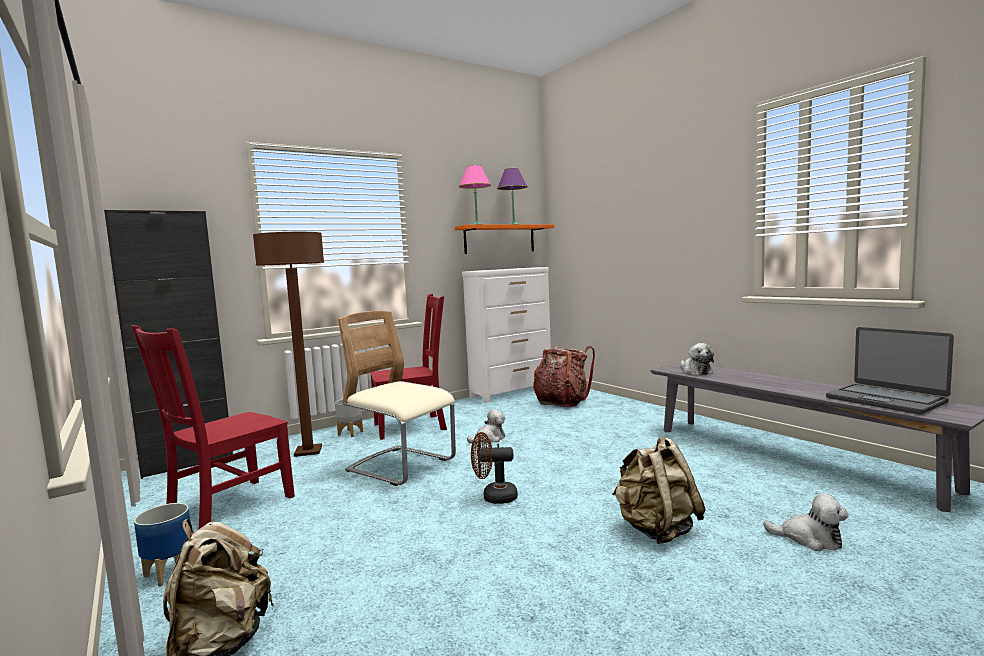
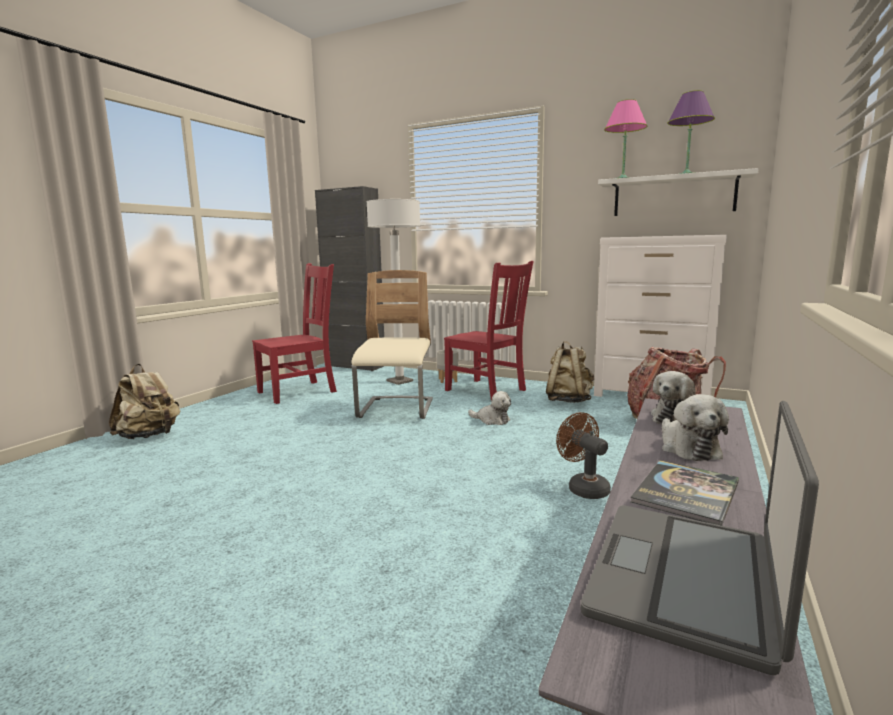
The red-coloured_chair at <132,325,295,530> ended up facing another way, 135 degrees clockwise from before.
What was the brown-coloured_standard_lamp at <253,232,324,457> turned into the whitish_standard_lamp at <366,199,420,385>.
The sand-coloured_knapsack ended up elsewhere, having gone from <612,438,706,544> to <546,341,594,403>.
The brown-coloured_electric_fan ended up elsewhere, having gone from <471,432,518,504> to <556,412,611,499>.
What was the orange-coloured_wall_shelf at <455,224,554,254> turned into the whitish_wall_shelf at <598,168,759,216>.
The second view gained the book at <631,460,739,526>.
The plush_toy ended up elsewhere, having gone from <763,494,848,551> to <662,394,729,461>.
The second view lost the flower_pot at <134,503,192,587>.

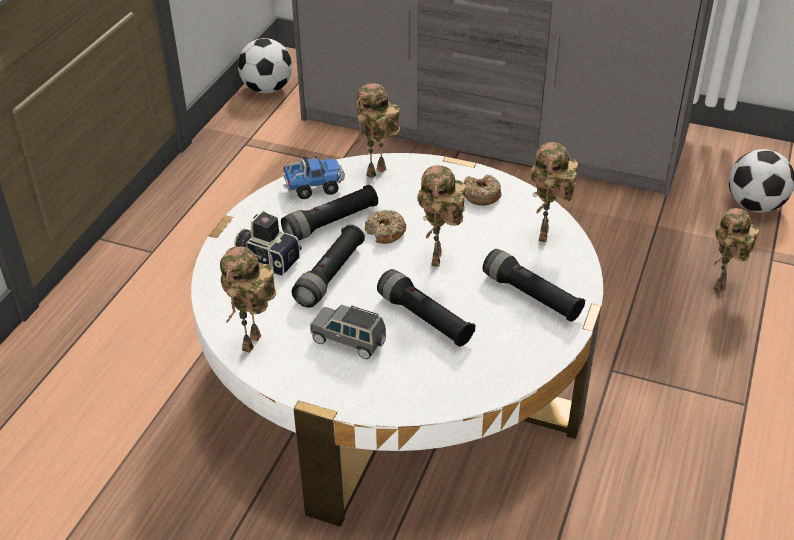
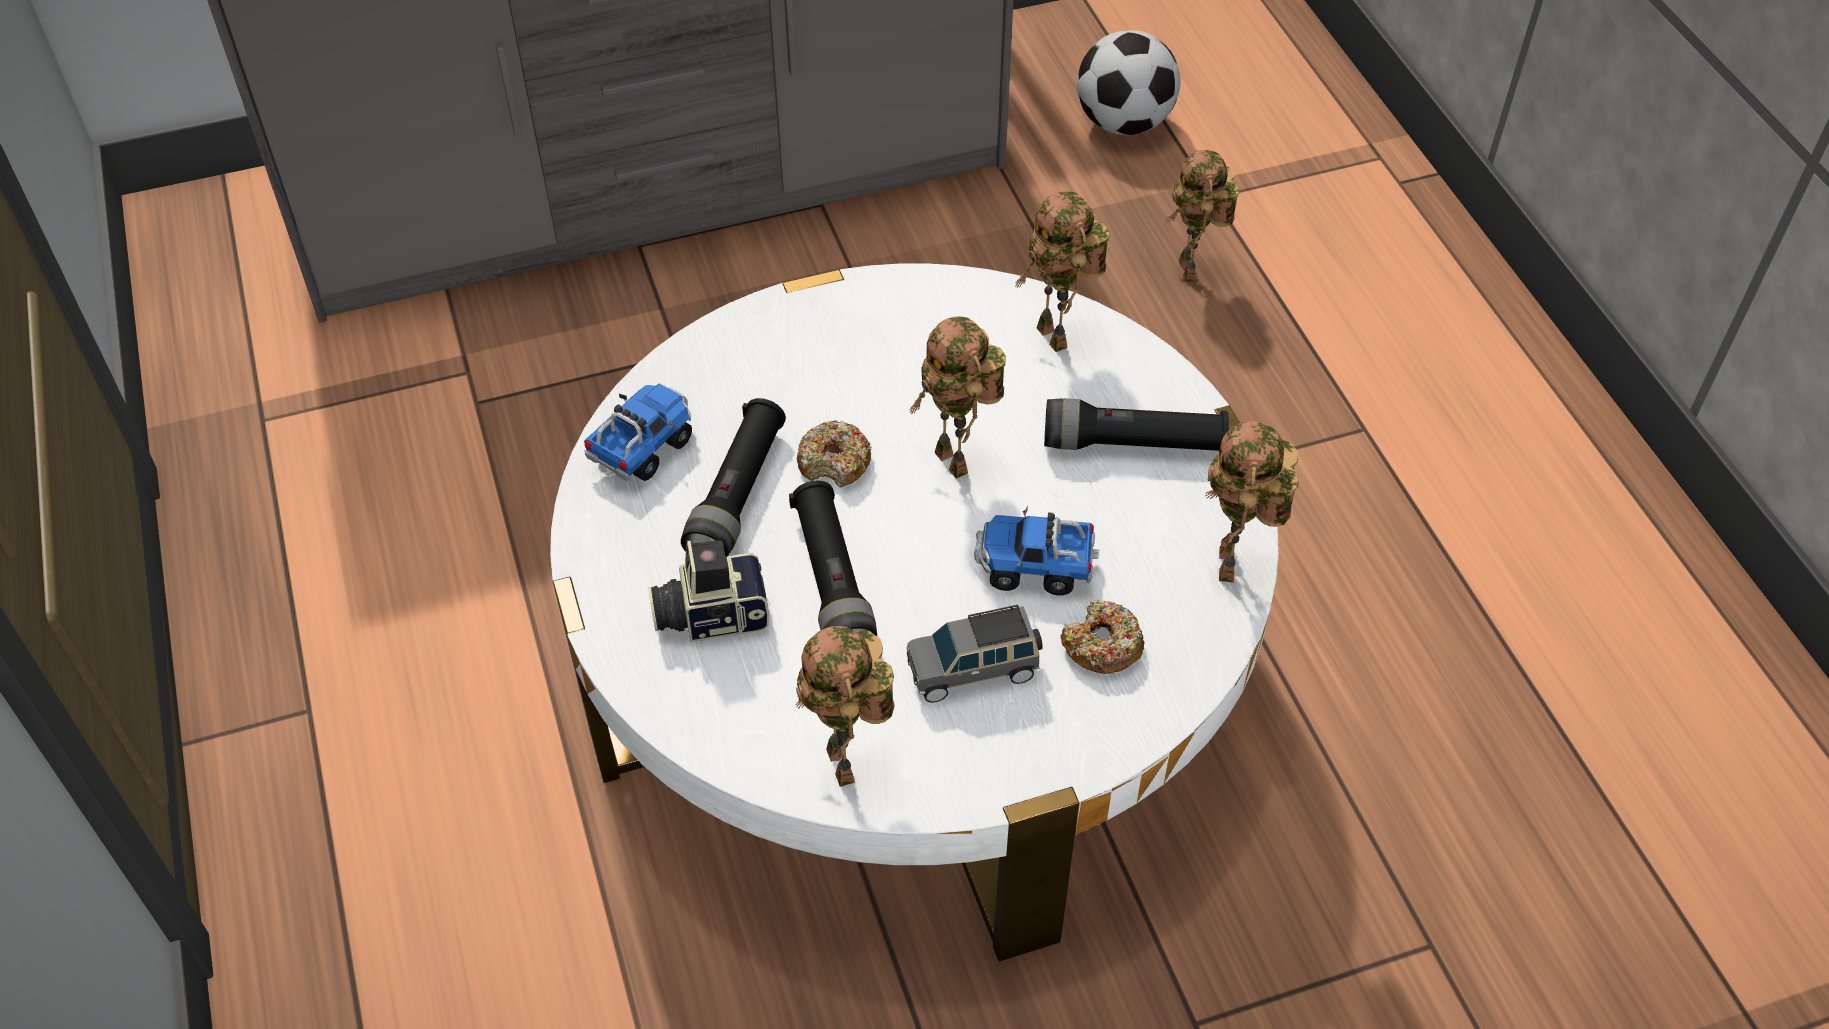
Where the black-coloured_hand_torch stood at <377,269,475,347>, the toy_truck came to stand at <974,505,1100,596>.
The donut ended up elsewhere, having gone from <464,175,501,206> to <1061,599,1145,674>.
The toy_robot ended up elsewhere, having gone from <354,83,400,178> to <1205,421,1299,582>.
The second view lost the football at <238,38,292,93>.

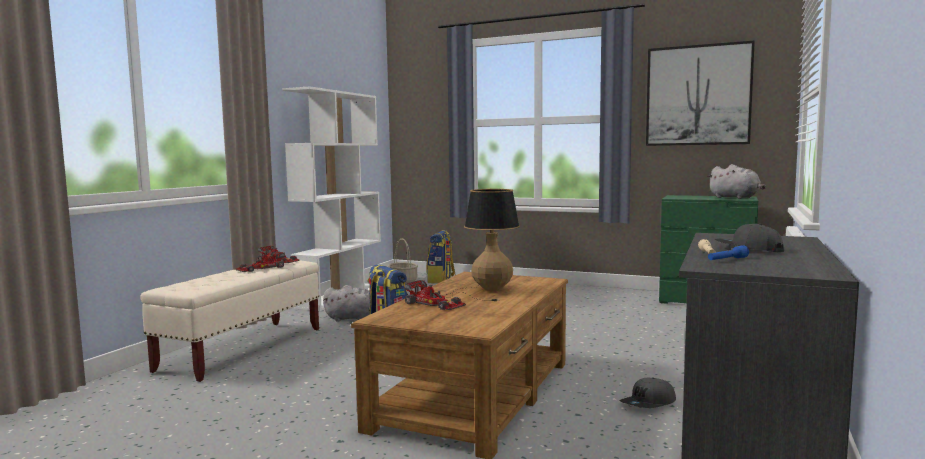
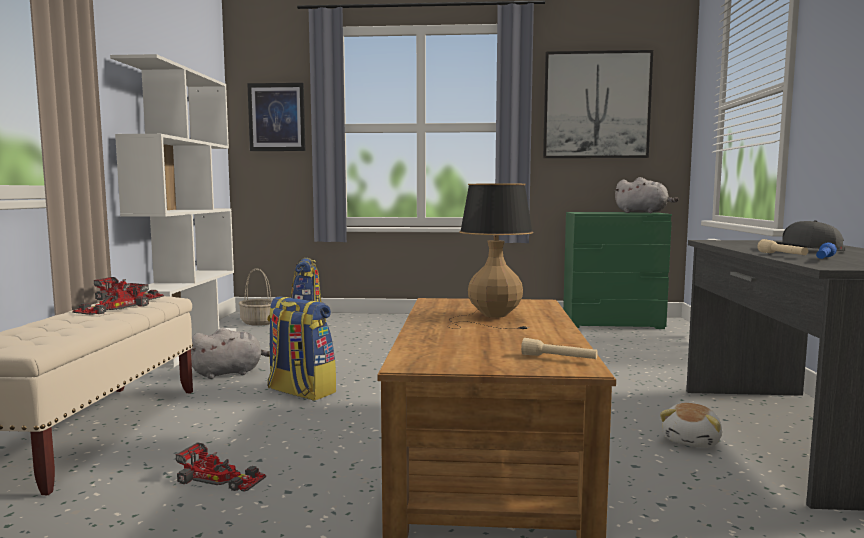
The model_car ended up elsewhere, having gone from <405,280,466,310> to <176,442,266,492>.
The second view gained the picture at <247,83,306,151>.
The second view gained the sand-coloured_hand_torch at <521,338,598,359>.
Where the gray_cap stood at <620,377,676,408>, the plush_toy came to stand at <660,403,722,448>.

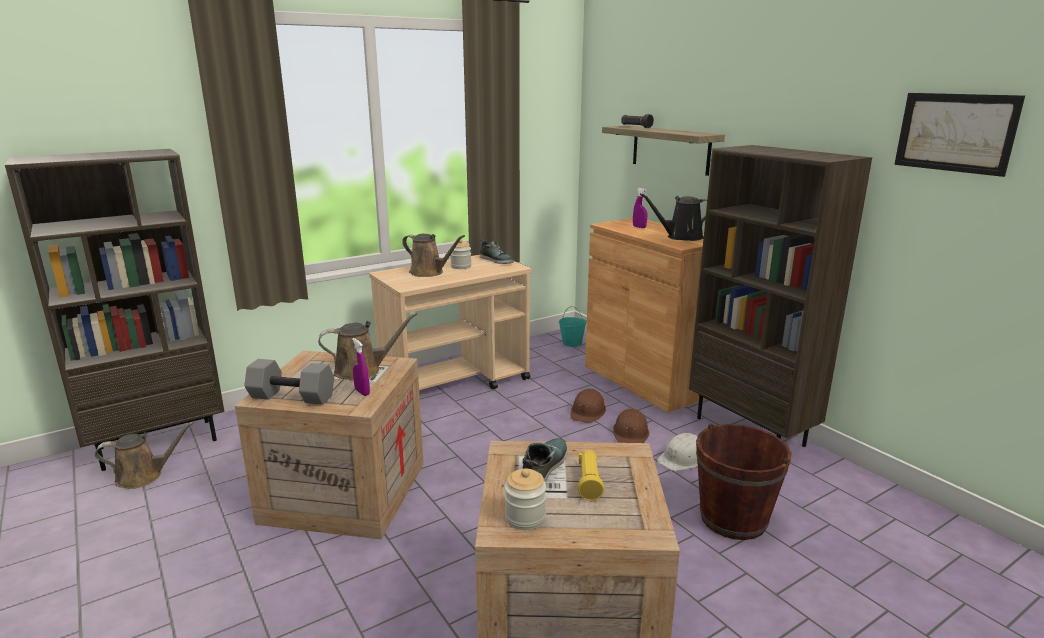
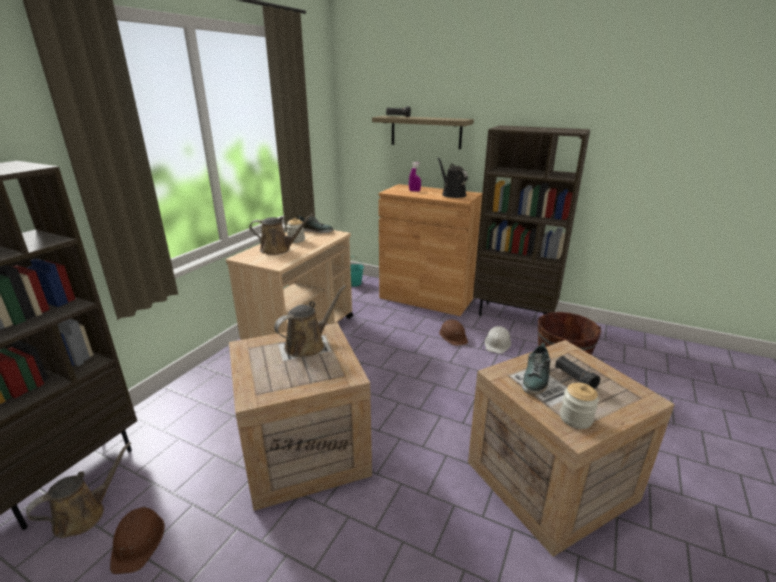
The brown-coloured_safety_helmet ended up elsewhere, having gone from <571,389,606,423> to <110,507,165,574>.
The black-coloured_watering_can at <640,193,707,241> ended up facing another way, 105 degrees clockwise from before.
The item_of_footwear at <523,438,568,482> ended up facing another way, 150 degrees counterclockwise from before.
What was the yellowish_hand_torch at <578,450,604,501> turned into the black-coloured_hand_torch at <555,356,600,389>.
The second view lost the gray_free_weight at <244,359,334,405>.
The second view lost the purple_spray_bottle at <352,338,370,396>.
The second view lost the picture at <894,93,1025,177>.

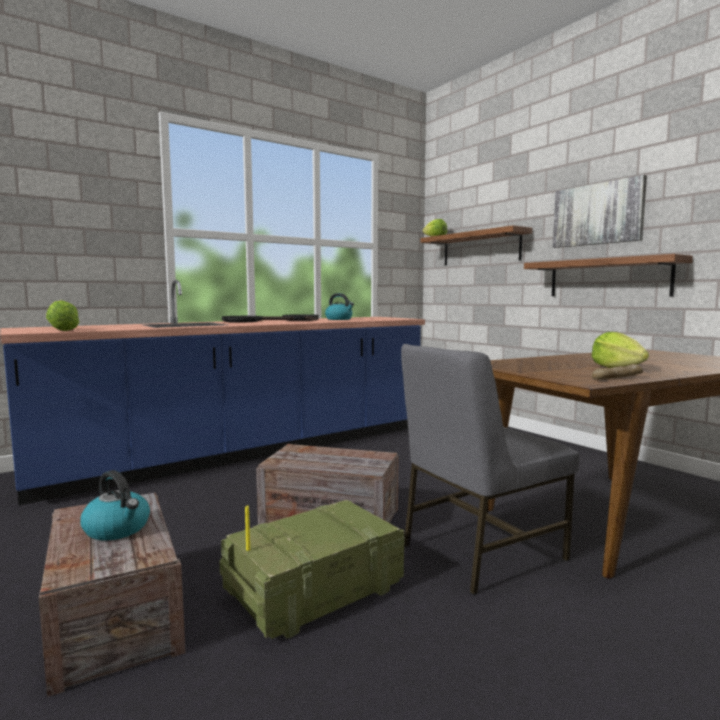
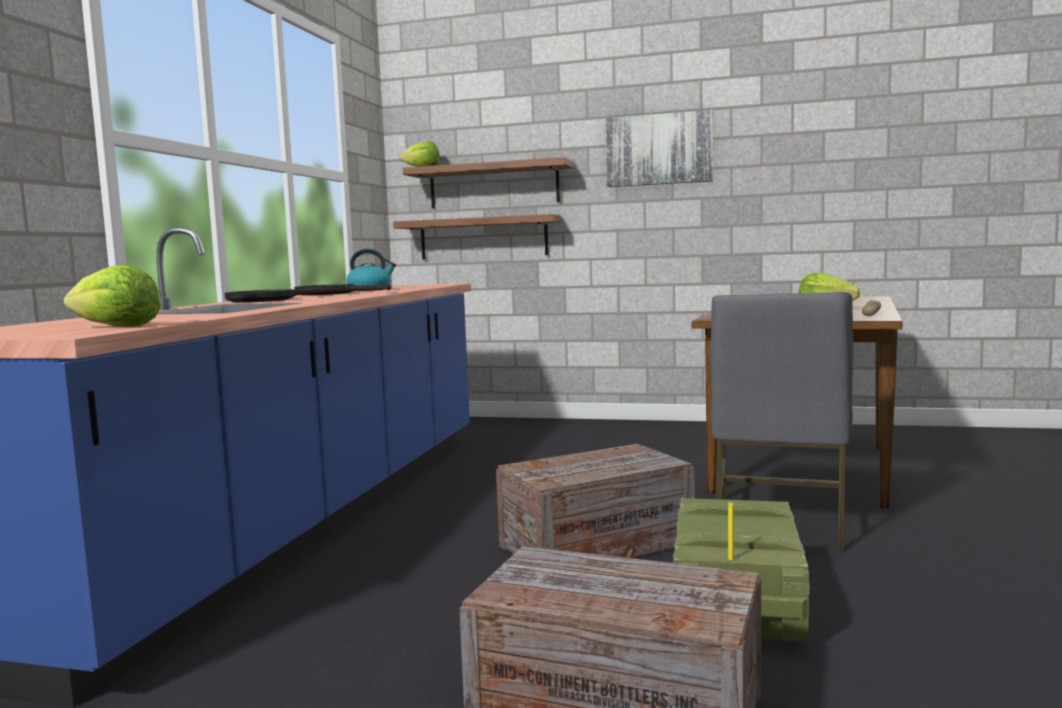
The wall_shelf ended up elsewhere, having gone from <524,254,693,296> to <393,214,562,259>.
The second view lost the tea_kettle at <80,470,150,540>.

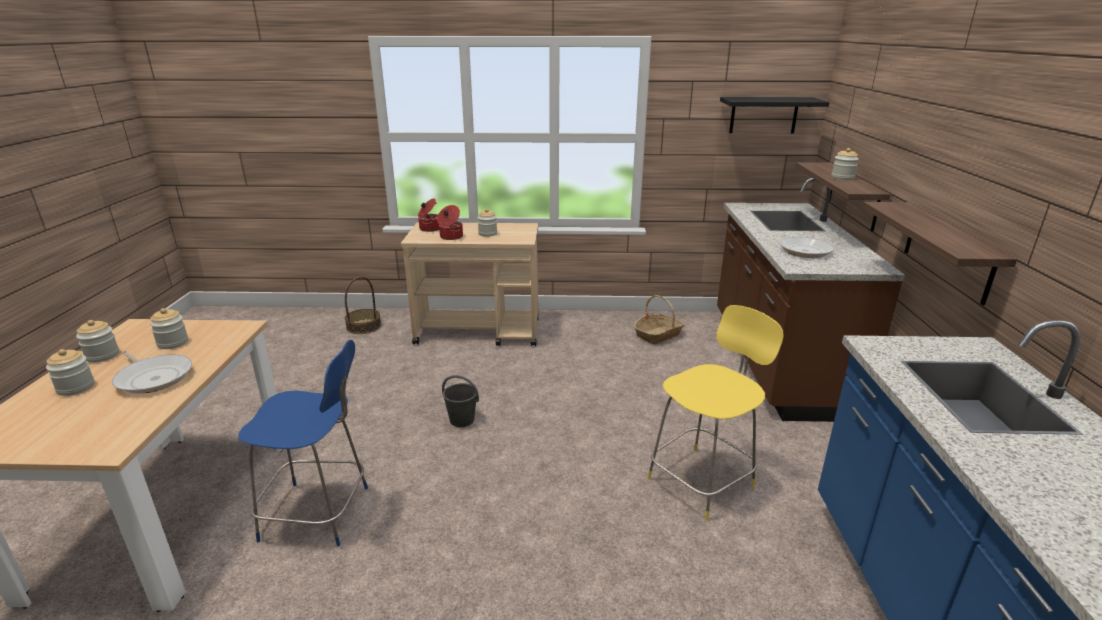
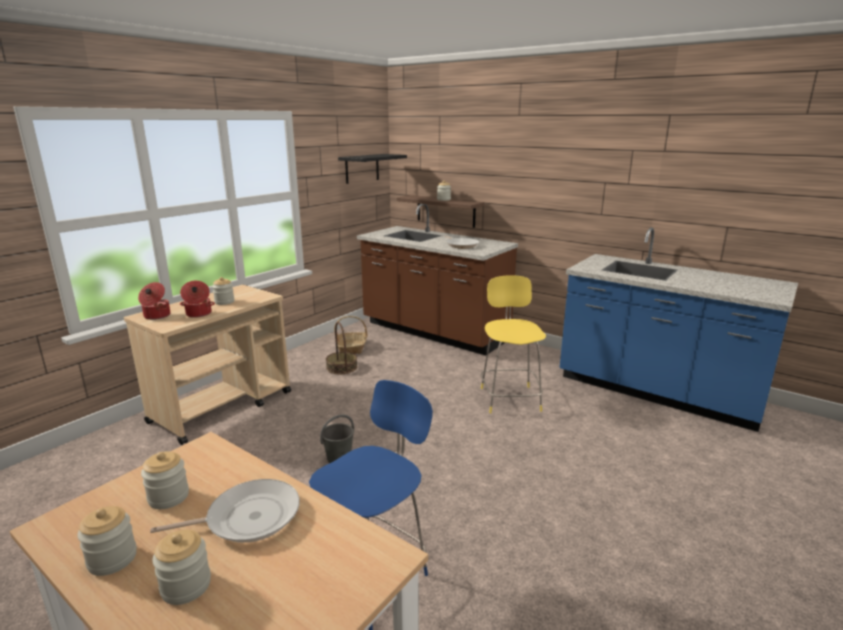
The household_basket ended up elsewhere, having gone from <345,276,381,334> to <326,322,357,375>.
The second view lost the wall_shelf at <863,202,1017,305>.

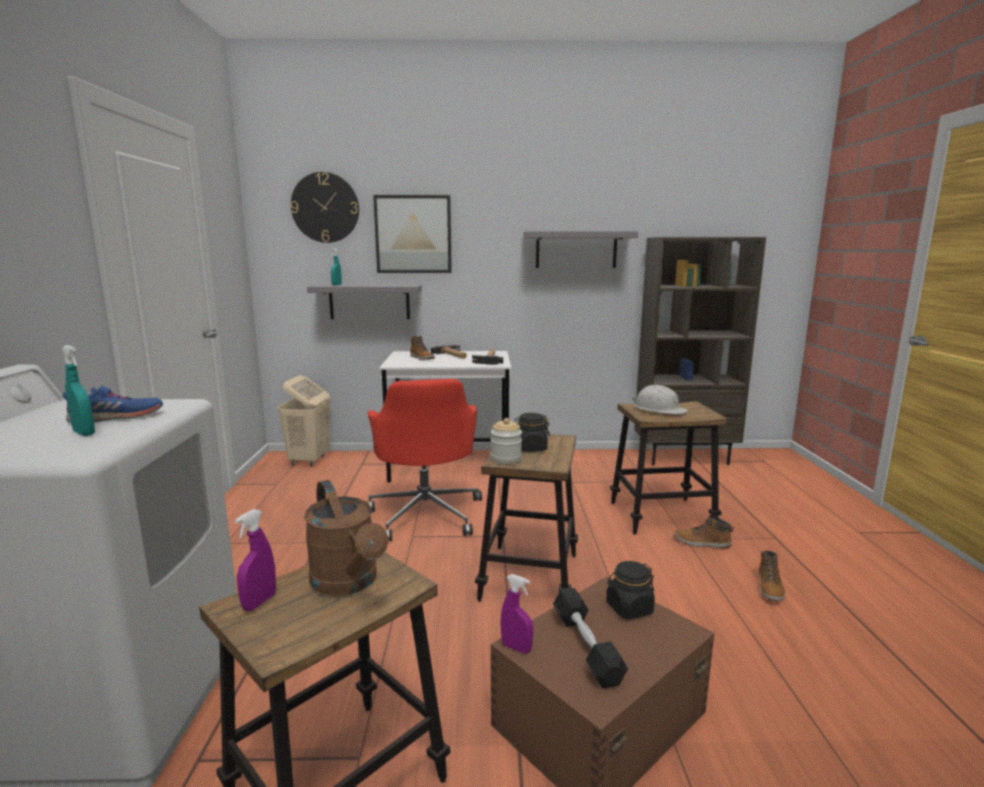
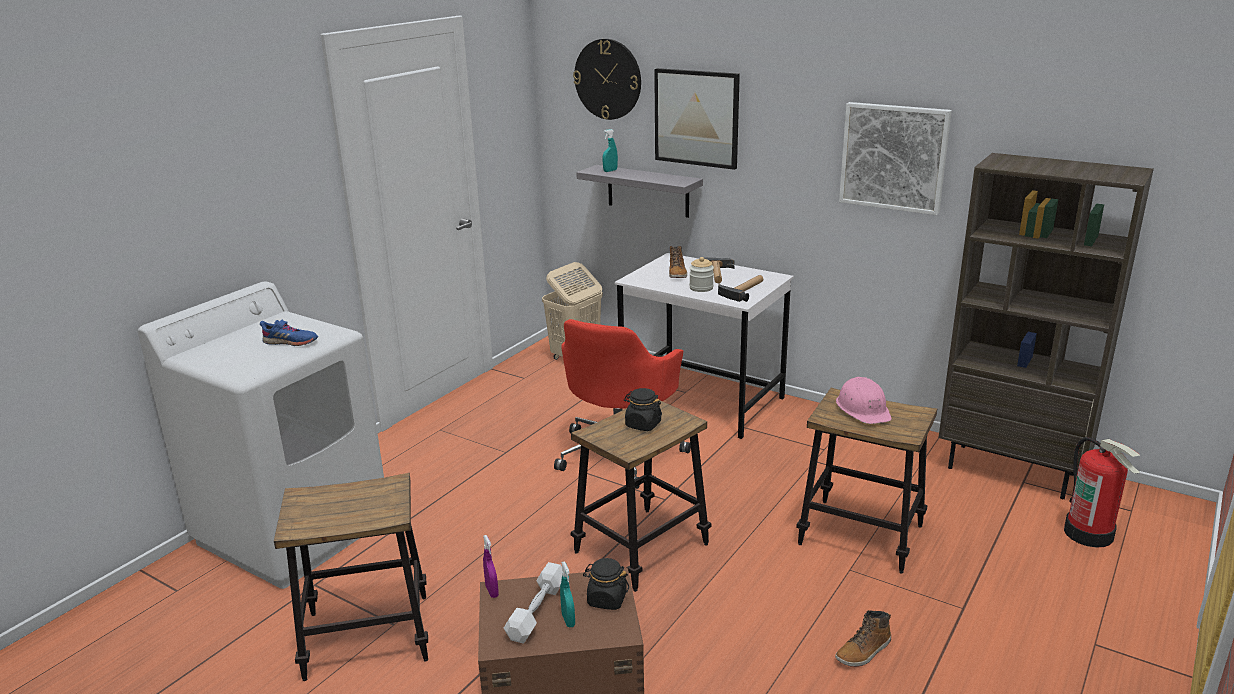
What was the black-coloured_free_weight at <553,588,628,688> turned into the whitish_free_weight at <504,562,562,644>.
The blue-green_spray_bottle ended up elsewhere, having gone from <62,345,95,436> to <560,561,575,627>.
The jar ended up elsewhere, having gone from <491,418,522,464> to <689,257,714,292>.
What was the whitish_safety_helmet at <632,385,688,415> turned into the pink-coloured_safety_helmet at <836,377,892,424>.
Where the gray_wall_shelf hung at <523,231,638,268>, the picture came to hang at <839,102,952,215>.
The second view gained the fire_extinguisher at <1064,437,1141,548>.
The second view lost the purple_spray_bottle at <235,509,276,611>.
The second view lost the brown-coloured_watering_can at <304,480,388,596>.
The second view lost the boot at <674,515,734,548>.

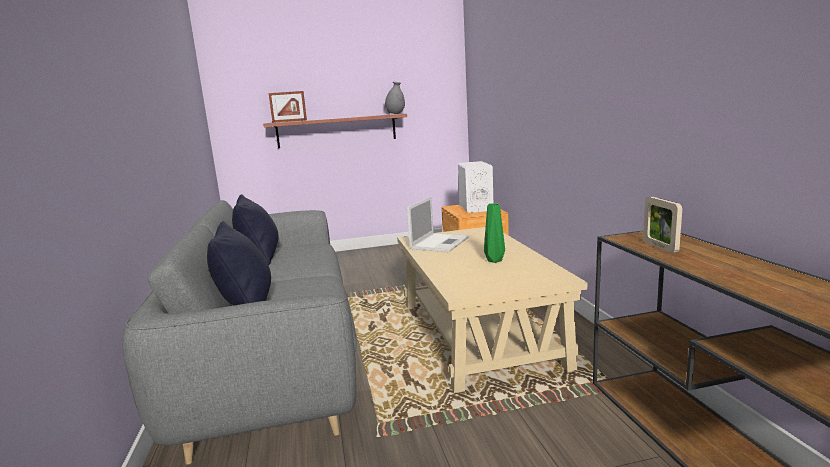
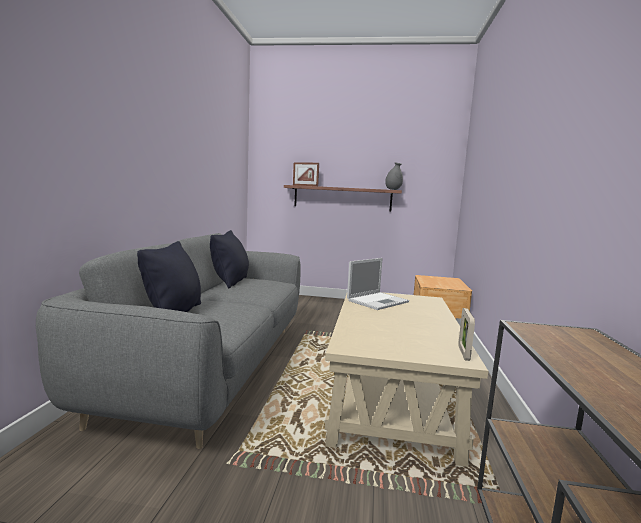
The standing_frame ended up elsewhere, having gone from <643,197,682,253> to <458,308,475,361>.
The second view lost the whitish_audio_speaker at <458,161,493,213>.
The second view lost the greenish_vase at <484,203,505,263>.

